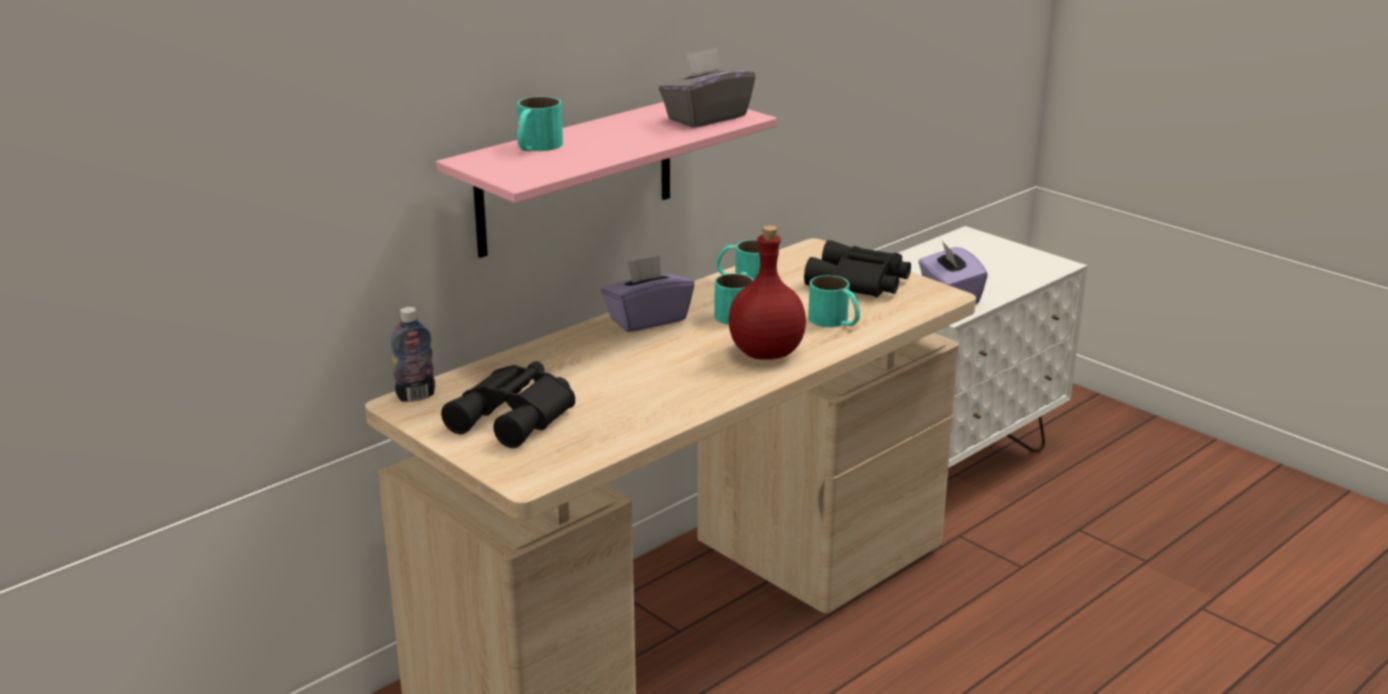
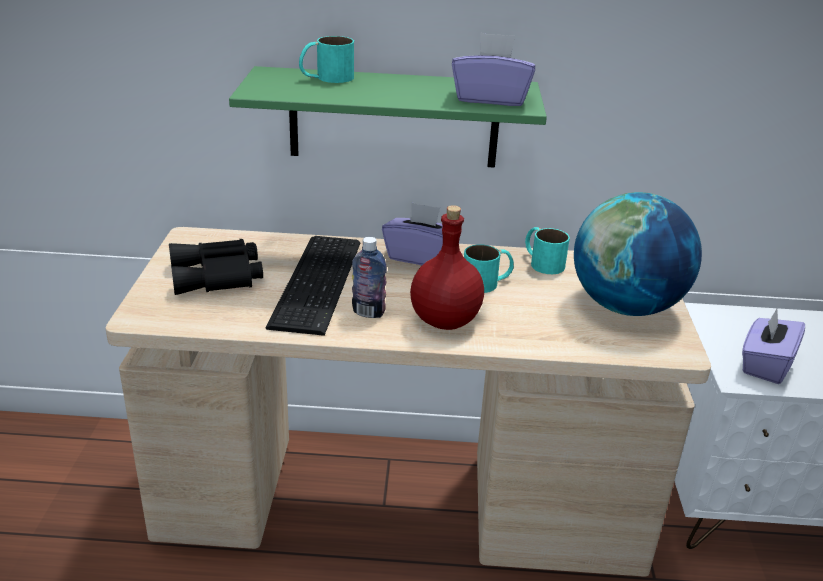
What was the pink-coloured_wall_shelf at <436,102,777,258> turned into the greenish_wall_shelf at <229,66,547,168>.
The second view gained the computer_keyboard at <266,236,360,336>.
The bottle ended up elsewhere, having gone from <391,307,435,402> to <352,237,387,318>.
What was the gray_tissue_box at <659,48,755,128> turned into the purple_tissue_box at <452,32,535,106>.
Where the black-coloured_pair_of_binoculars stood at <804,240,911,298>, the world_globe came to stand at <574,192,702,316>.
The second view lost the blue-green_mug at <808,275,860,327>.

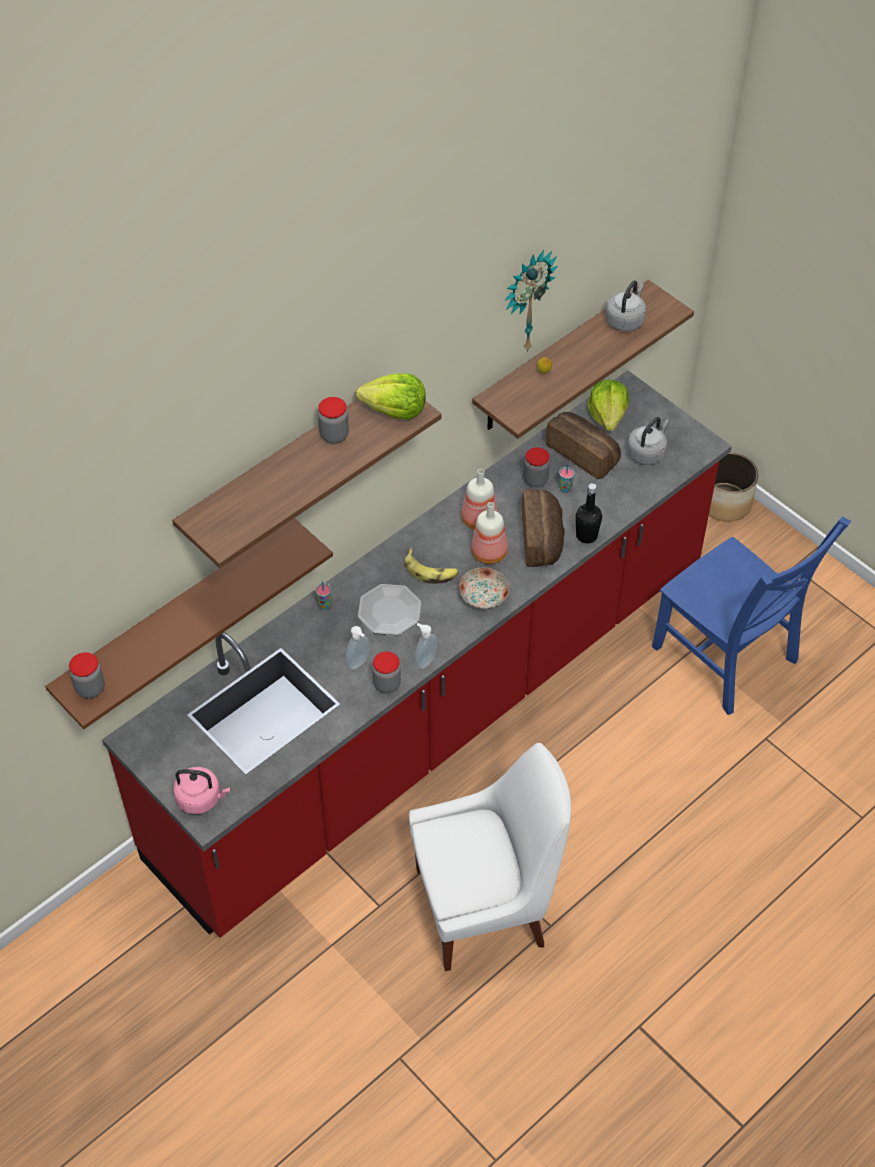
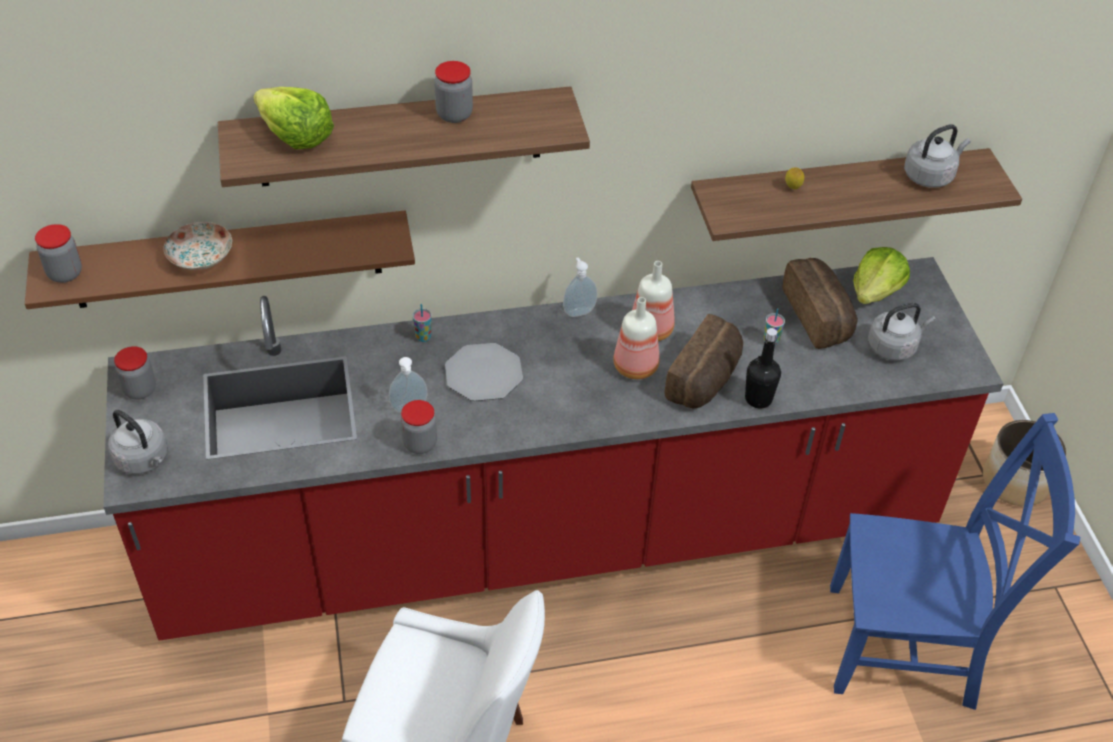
What was the pink-coloured_tea_kettle at <173,767,230,814> turned into the gray_tea_kettle at <108,410,168,474>.
The jar ended up elsewhere, having gone from <523,447,550,487> to <114,346,156,400>.
The dinner_plate ended up elsewhere, having gone from <459,567,509,609> to <163,222,232,270>.
The lettuce ended up elsewhere, having gone from <356,373,426,420> to <253,87,334,150>.
The soap_dispenser ended up elsewhere, having gone from <415,623,437,669> to <563,257,598,317>.
The blue_chair at <652,517,851,715> ended up facing another way, 75 degrees counterclockwise from before.
The second view lost the banana_fruit at <404,548,459,584>.
The second view lost the clock_on_the_wall at <505,250,558,352>.

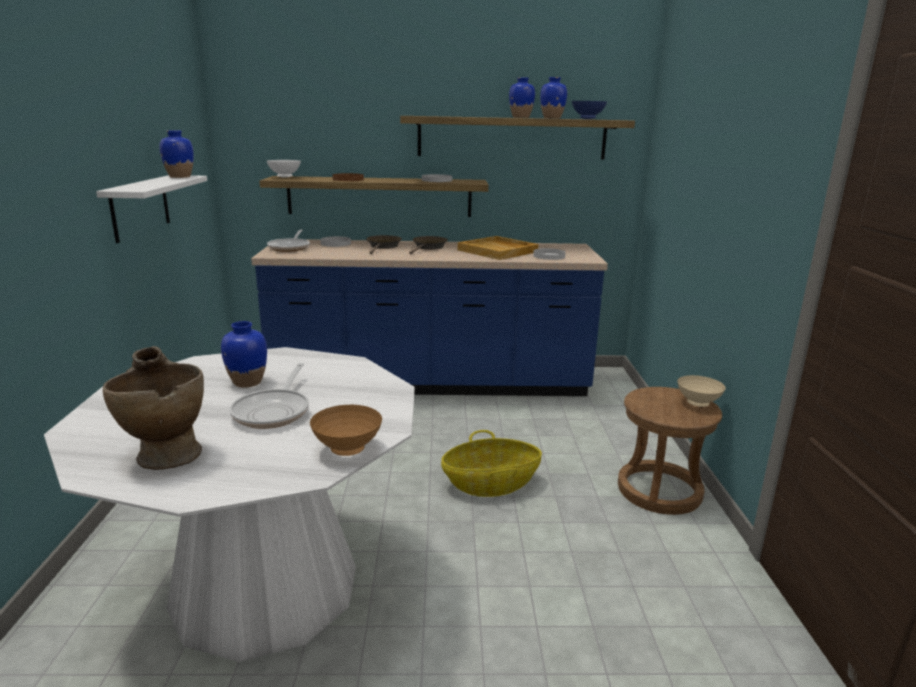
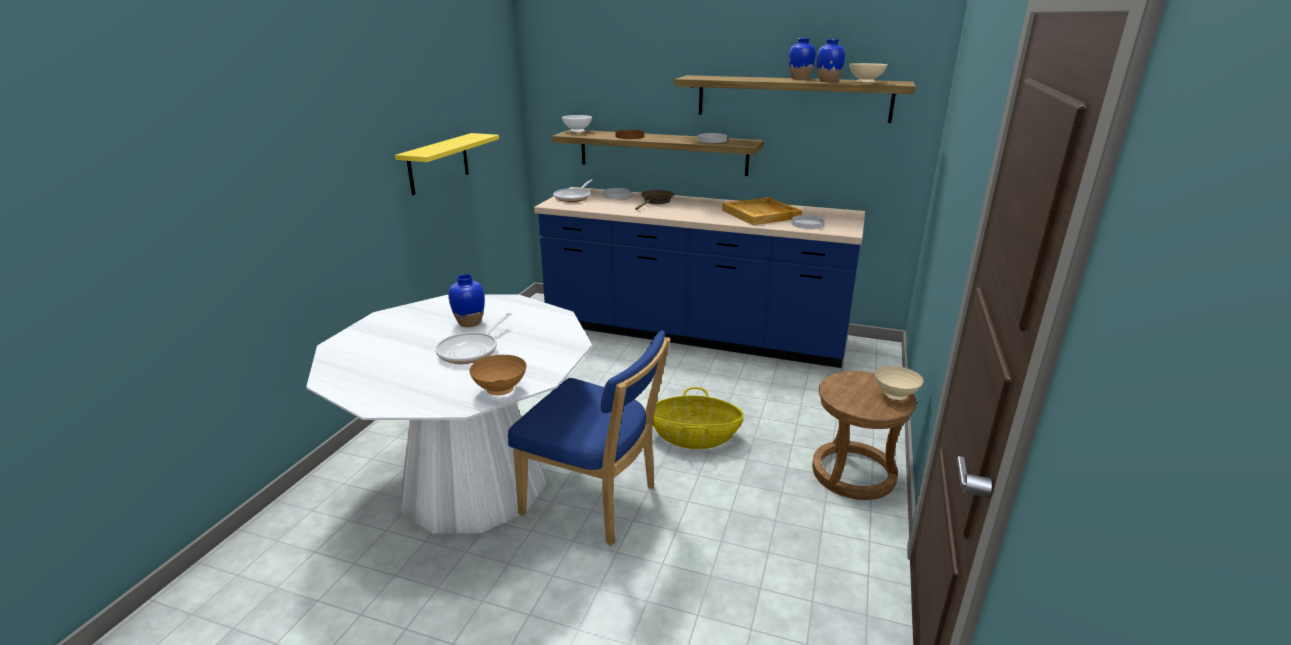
What was the whitish_wall_shelf at <96,175,207,243> turned into the yellowish_wall_shelf at <395,133,499,195>.
The second view gained the blue_chair at <508,330,670,546>.
What was the blue_deep_dish at <572,101,607,119> turned into the sand-coloured_deep_dish at <849,63,887,83>.
The second view lost the sand-coloured_vase at <103,346,204,470>.
The second view lost the blue_vase at <159,130,194,178>.
The second view lost the brown-coloured_pan at <409,236,448,254>.

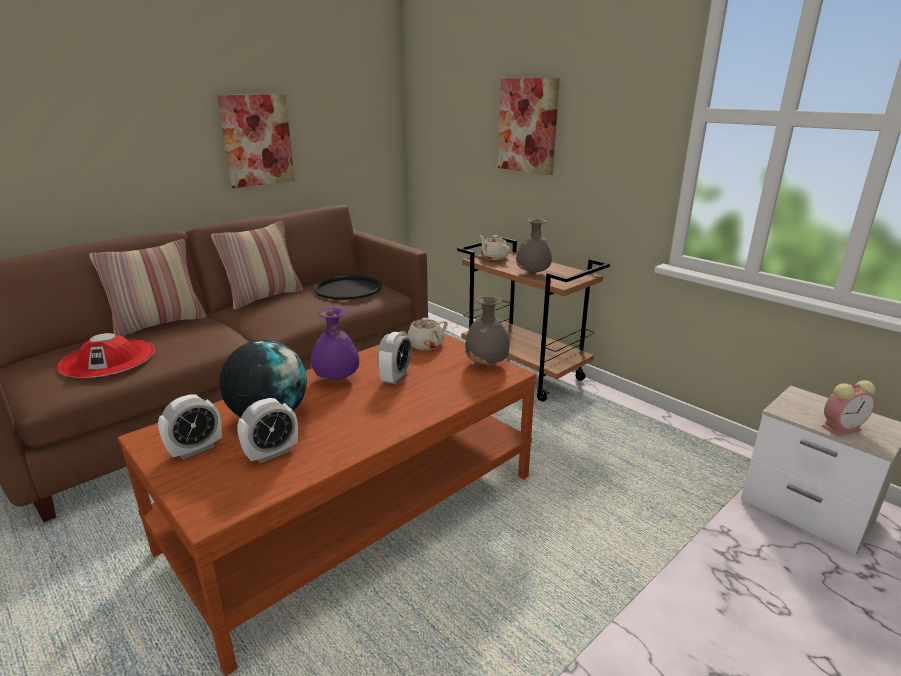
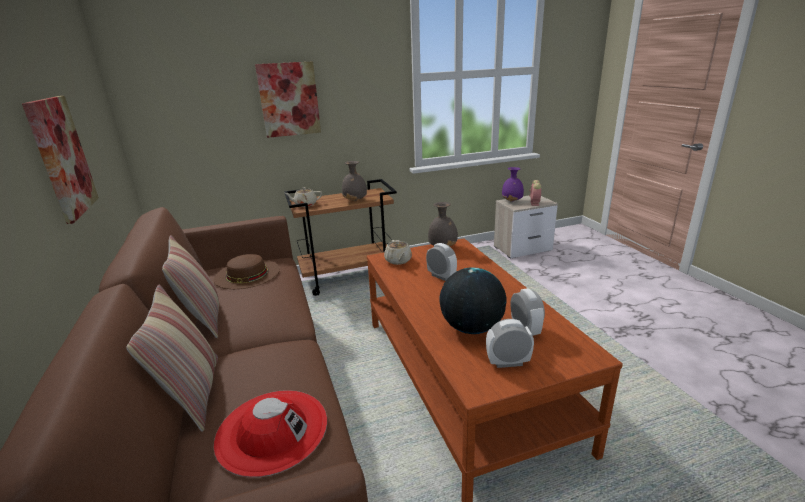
Where the black-coloured_carrying_tray stood at <314,275,382,300>, the brown-coloured_hat came to stand at <213,254,280,289>.
The bedside_clock at <158,394,222,459> ended up facing another way, 75 degrees counterclockwise from before.
The purple_vase ended up elsewhere, having gone from <311,307,359,380> to <502,167,524,202>.

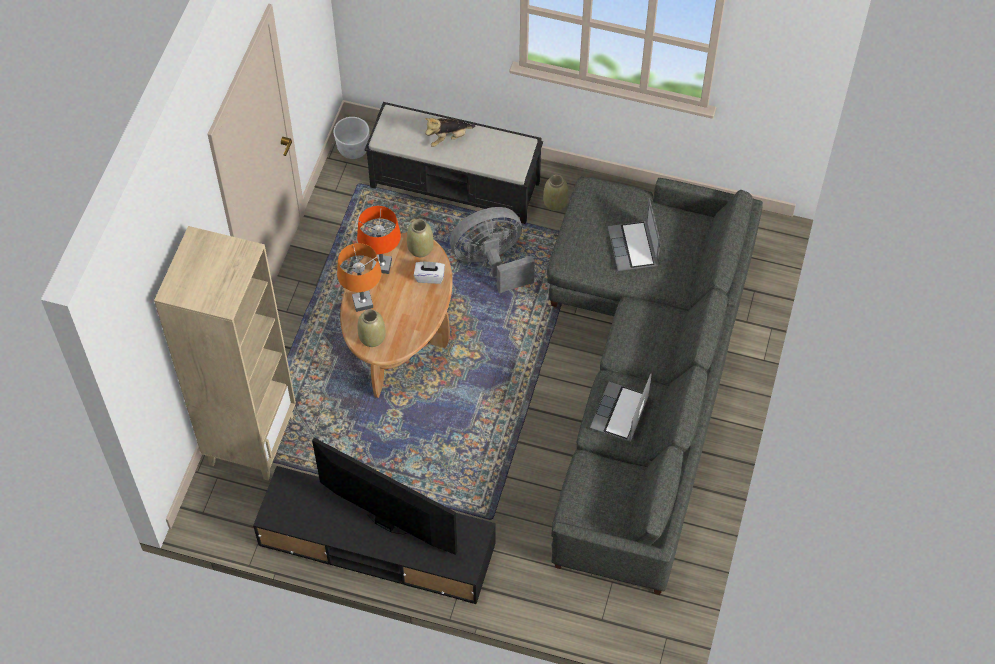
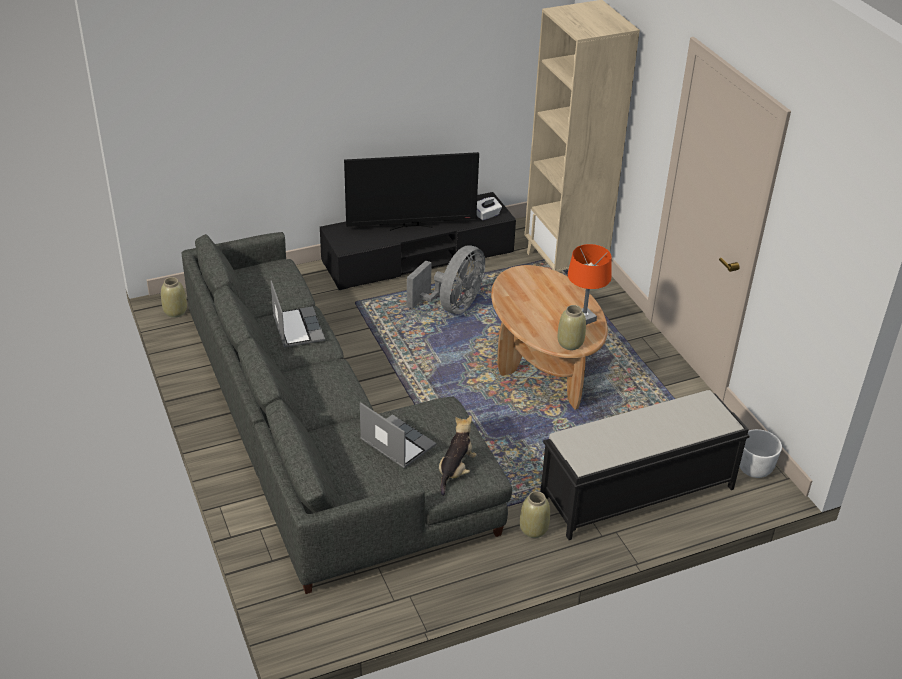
The sand-coloured_vase ended up elsewhere, having gone from <358,309,386,347> to <161,277,187,318>.
The gray_electric_fan ended up elsewhere, having gone from <450,207,535,293> to <407,245,485,314>.
The plush_toy ended up elsewhere, having gone from <425,118,475,147> to <439,416,477,496>.
The whitish_tissue_box ended up elsewhere, having gone from <414,261,445,284> to <476,197,502,220>.
The second view lost the orange-coloured_lamp_for_a_table at <337,243,381,312>.

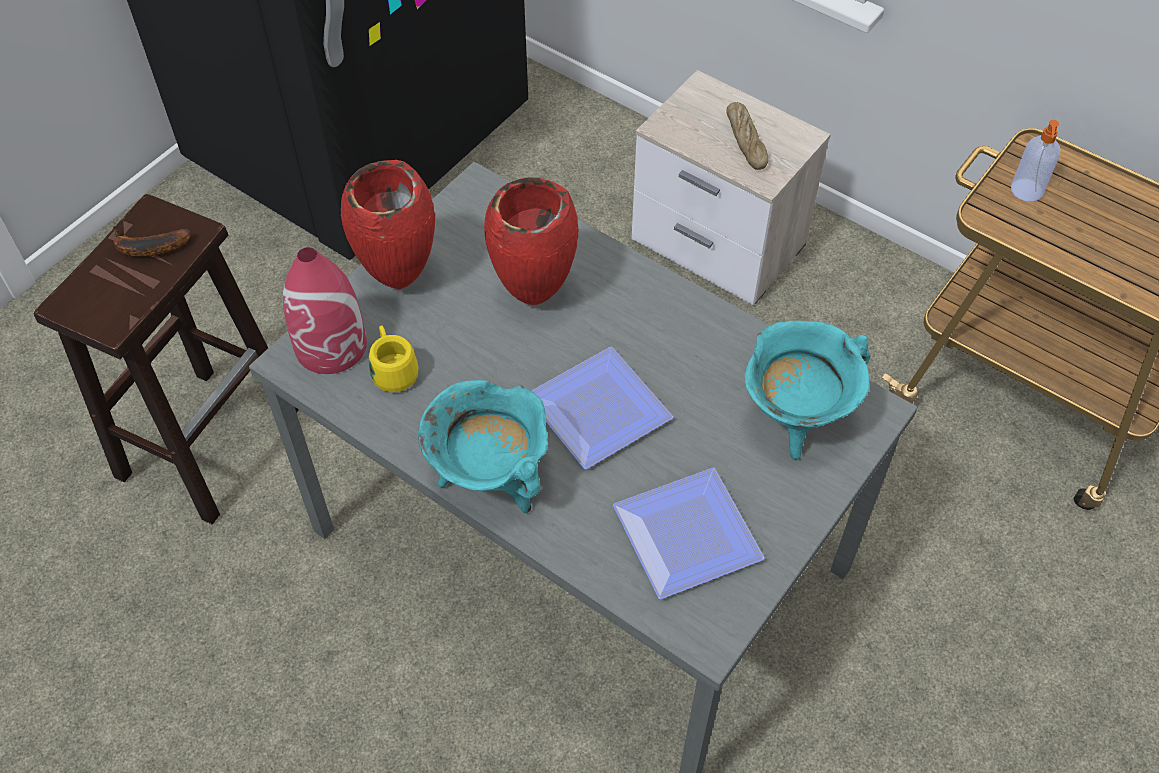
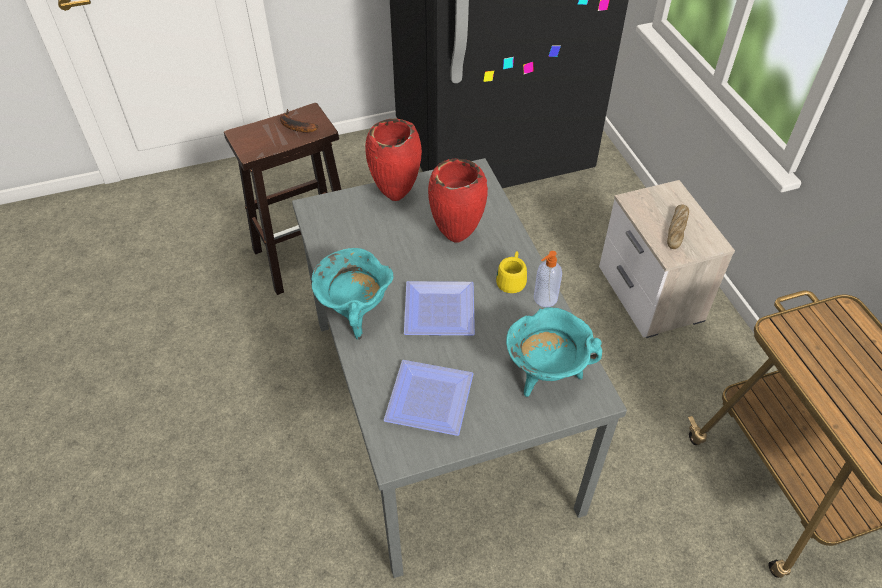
The yellowish_mug ended up elsewhere, having gone from <369,326,418,392> to <496,251,527,293>.
The soap_dispenser ended up elsewhere, having gone from <1011,120,1061,202> to <534,251,562,307>.
The second view lost the red-coloured_vase at <283,247,367,374>.

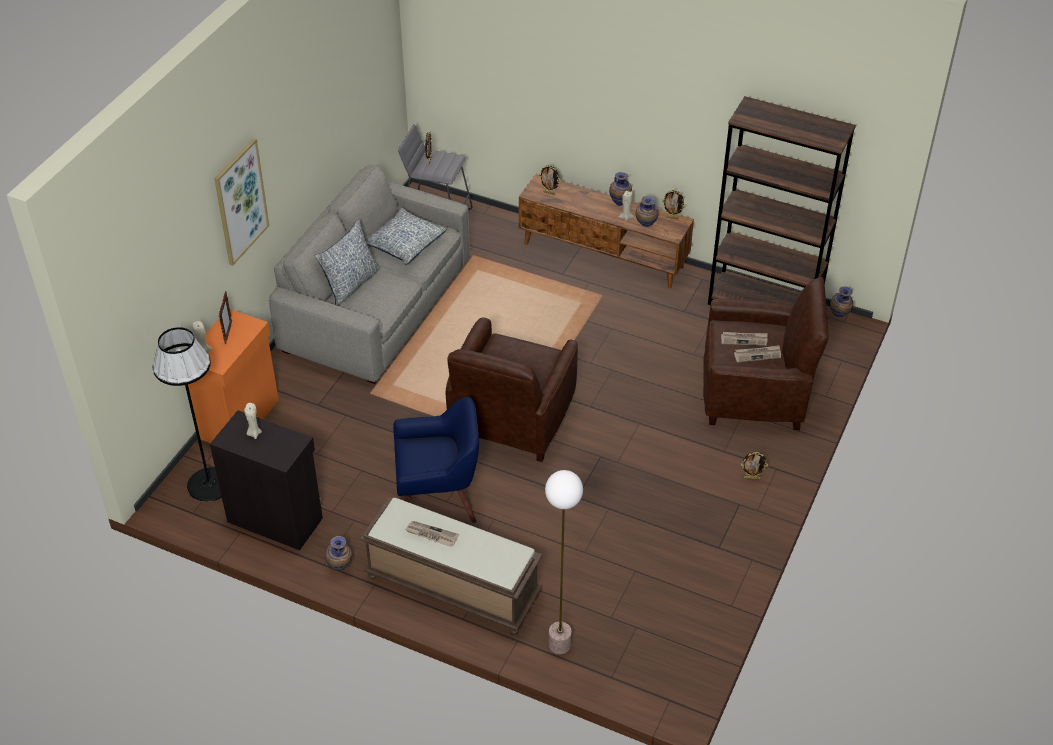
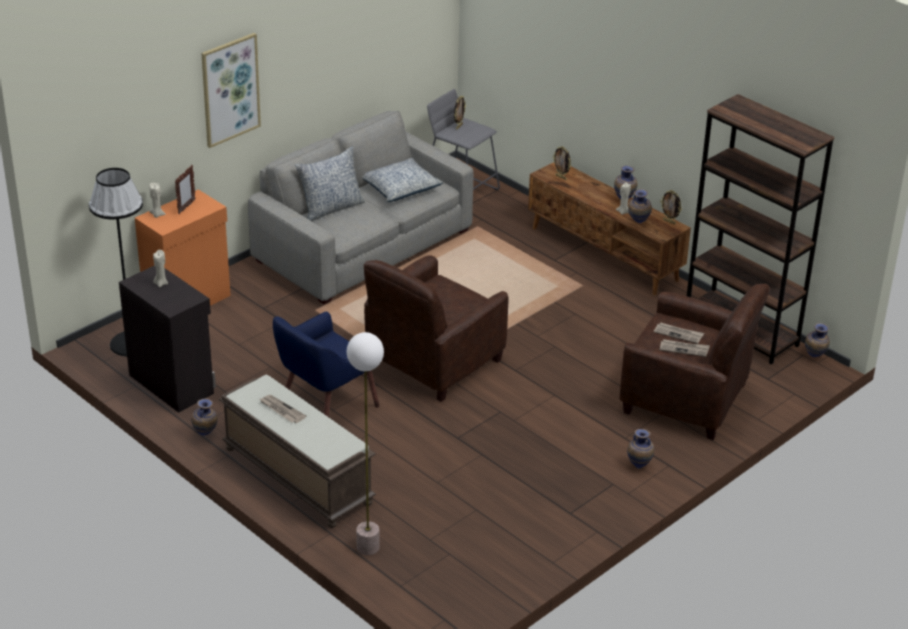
The blue_lounge_chair at <393,397,479,523> ended up facing another way, 120 degrees clockwise from before.
Where the standing_frame stood at <741,452,768,479>, the vase came to stand at <627,429,654,469>.

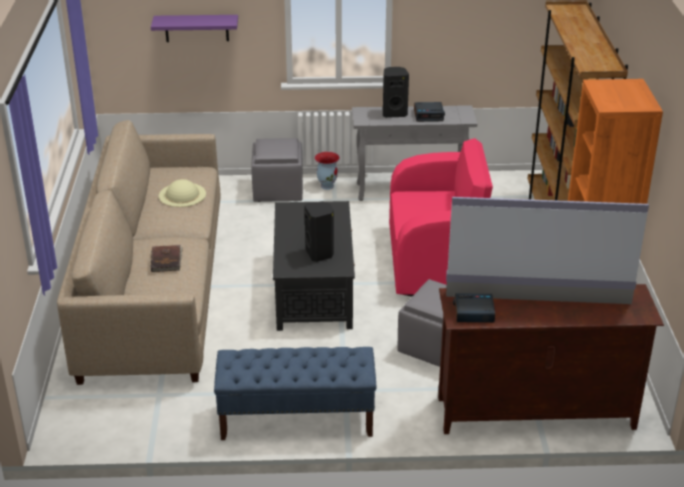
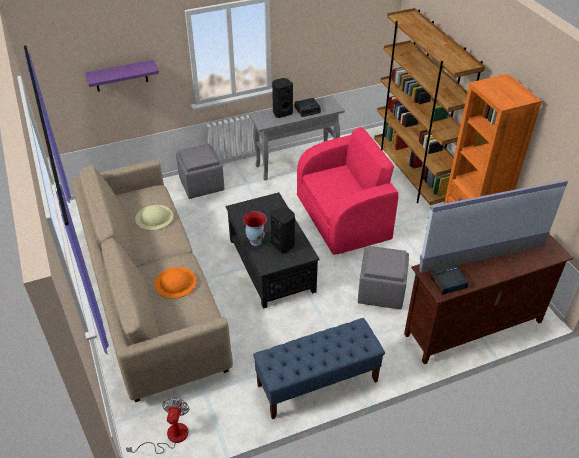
The second view gained the electric_fan at <126,398,189,454>.
Where the brown-coloured_book stood at <151,245,183,272>, the orange-coloured_hat came to stand at <154,267,196,299>.
The vase ended up elsewhere, having gone from <315,152,340,190> to <243,211,267,246>.

